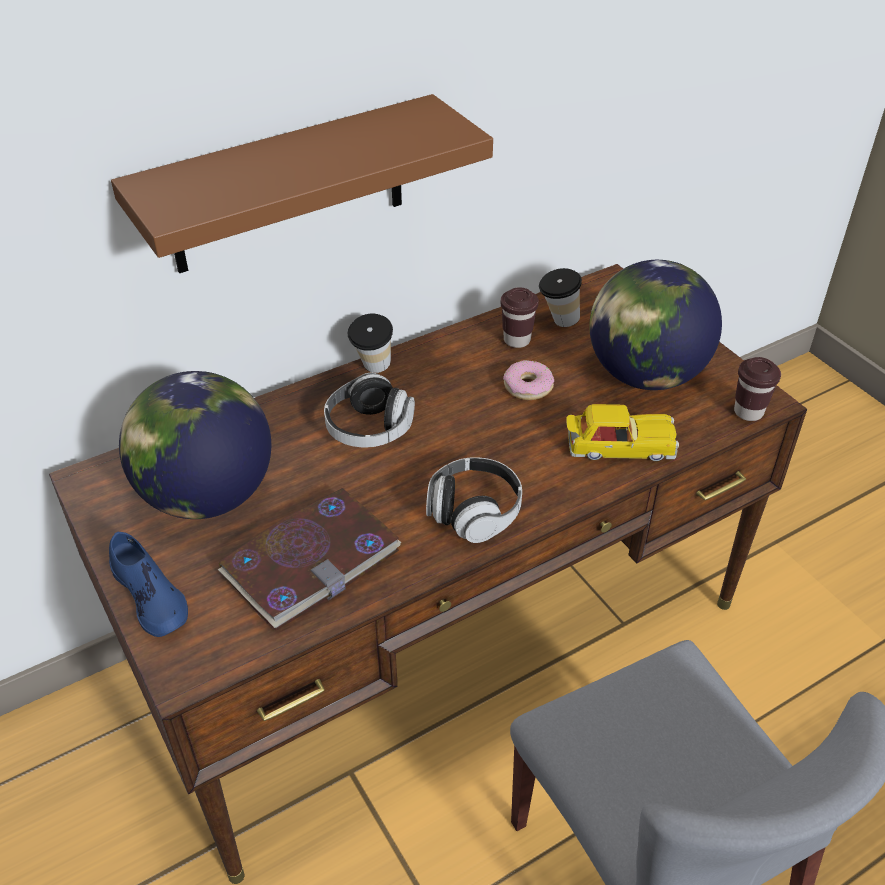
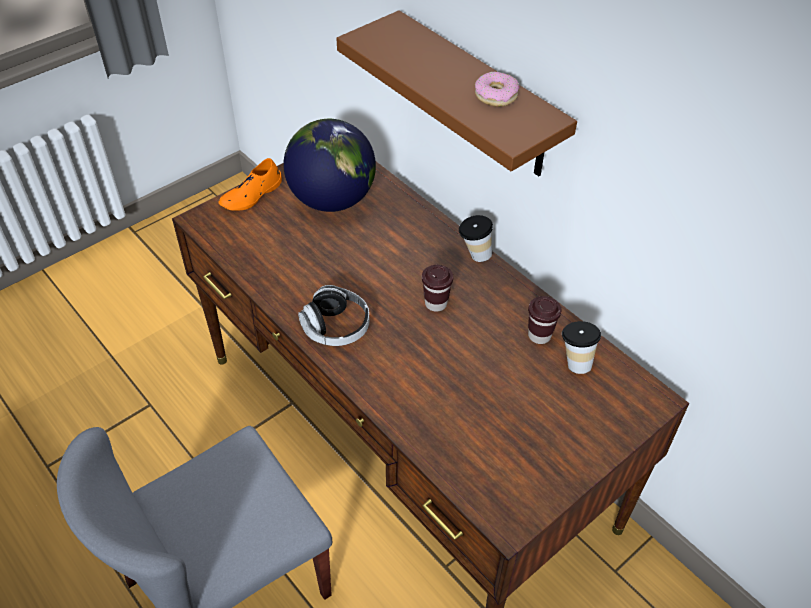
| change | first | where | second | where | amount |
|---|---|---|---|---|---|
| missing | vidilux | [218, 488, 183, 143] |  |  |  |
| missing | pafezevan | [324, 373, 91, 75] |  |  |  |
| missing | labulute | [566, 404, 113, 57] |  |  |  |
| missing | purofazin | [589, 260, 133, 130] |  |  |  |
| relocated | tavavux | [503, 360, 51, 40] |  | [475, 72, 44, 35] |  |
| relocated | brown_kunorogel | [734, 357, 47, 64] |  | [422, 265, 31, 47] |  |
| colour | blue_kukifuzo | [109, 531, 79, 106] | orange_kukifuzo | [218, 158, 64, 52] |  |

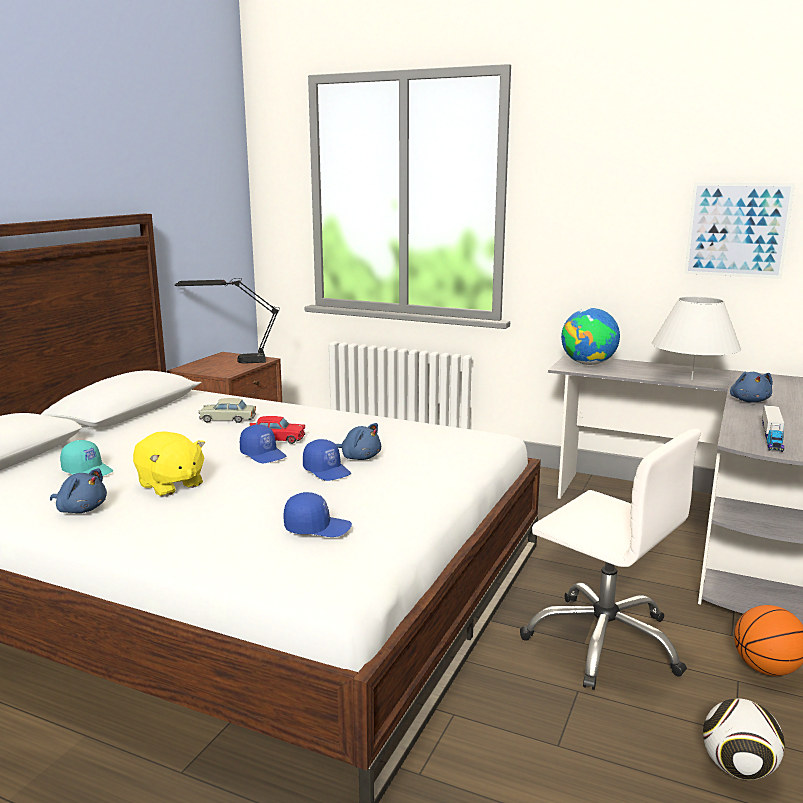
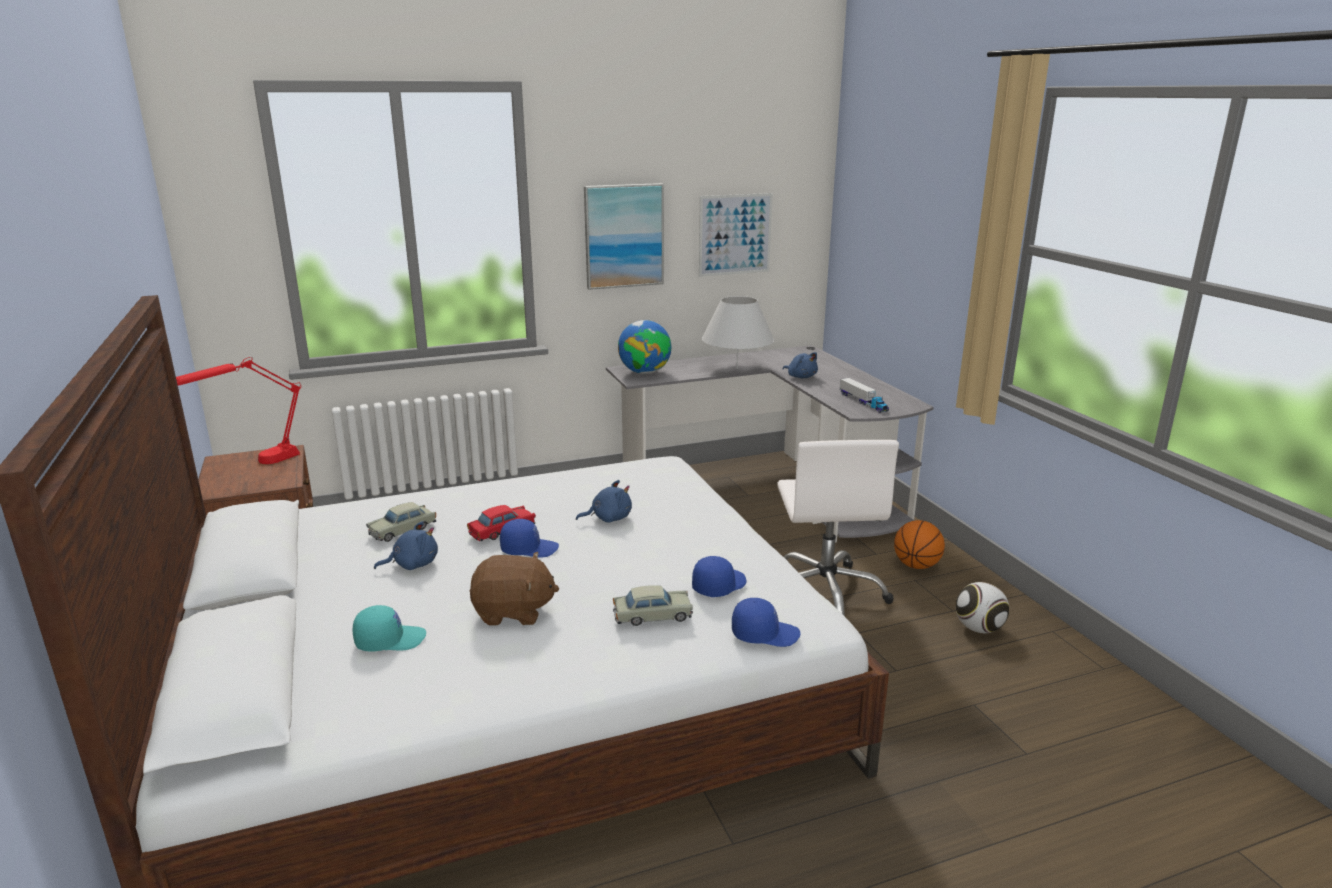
| change | first | where | second | where | amount |
|---|---|---|---|---|---|
| appeared |  |  | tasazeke | [584, 183, 80, 107] |  |
| appeared |  |  | beige_labulute | [613, 585, 80, 41] |  |
| relocated | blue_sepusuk | [50, 468, 57, 45] |  | [374, 521, 64, 49] |  |
| relocated | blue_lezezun | [303, 439, 48, 42] |  | [732, 598, 68, 49] |  |
| colour | yellow_sepusuk | [133, 431, 72, 65] | brown_sepusuk | [470, 552, 90, 74] |  |
| colour | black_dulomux | [175, 278, 105, 85] | red_dulomux | [176, 357, 125, 107] |  |
| spun | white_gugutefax | [520, 428, 181, 262] |  | [777, 440, 122, 176] | 90 degrees clockwise |

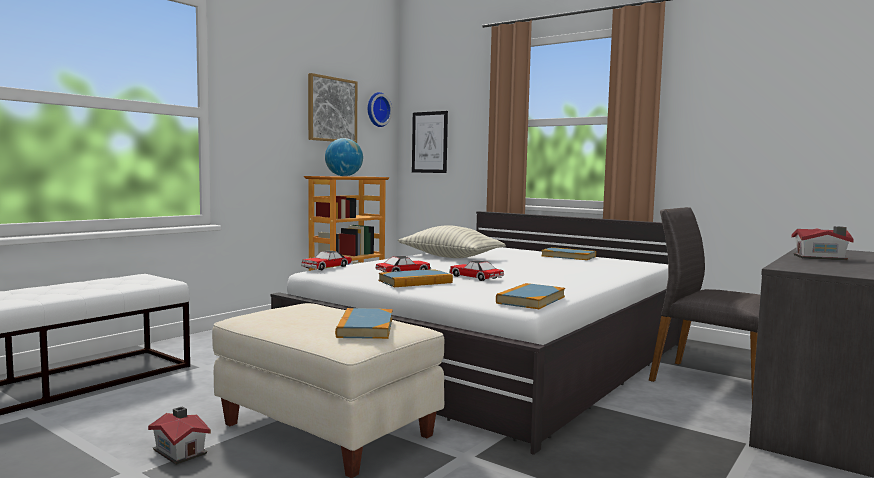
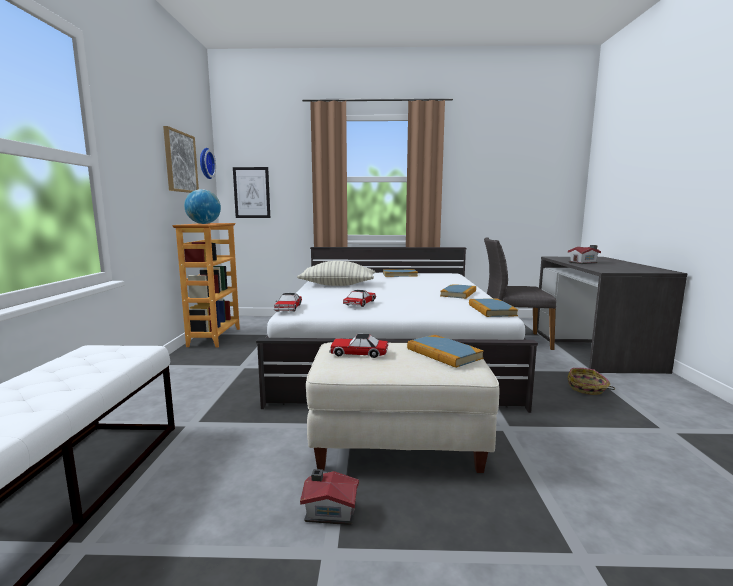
| change | first | where | second | where | amount |
|---|---|---|---|---|---|
| appeared |  |  | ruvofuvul | [567, 368, 48, 27] |  |
| relocated | vidilux | [379, 269, 74, 18] |  | [440, 284, 36, 15] |  |
| relocated | labulute | [449, 260, 55, 21] |  | [329, 334, 59, 24] |  |

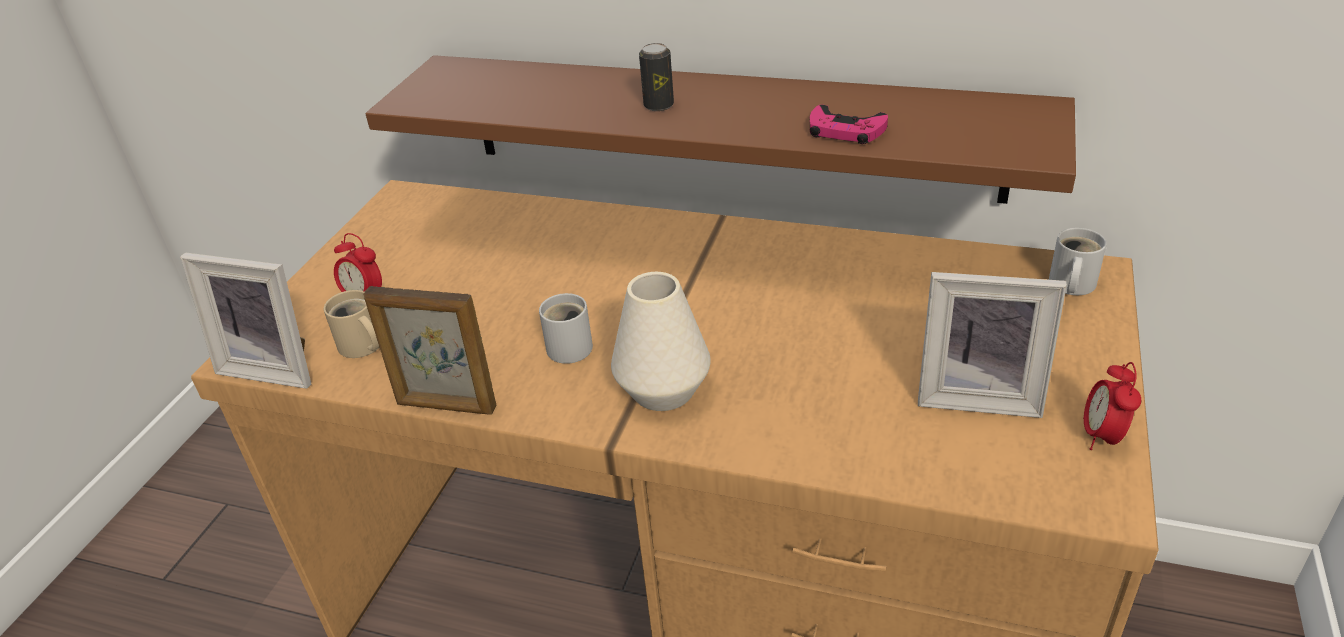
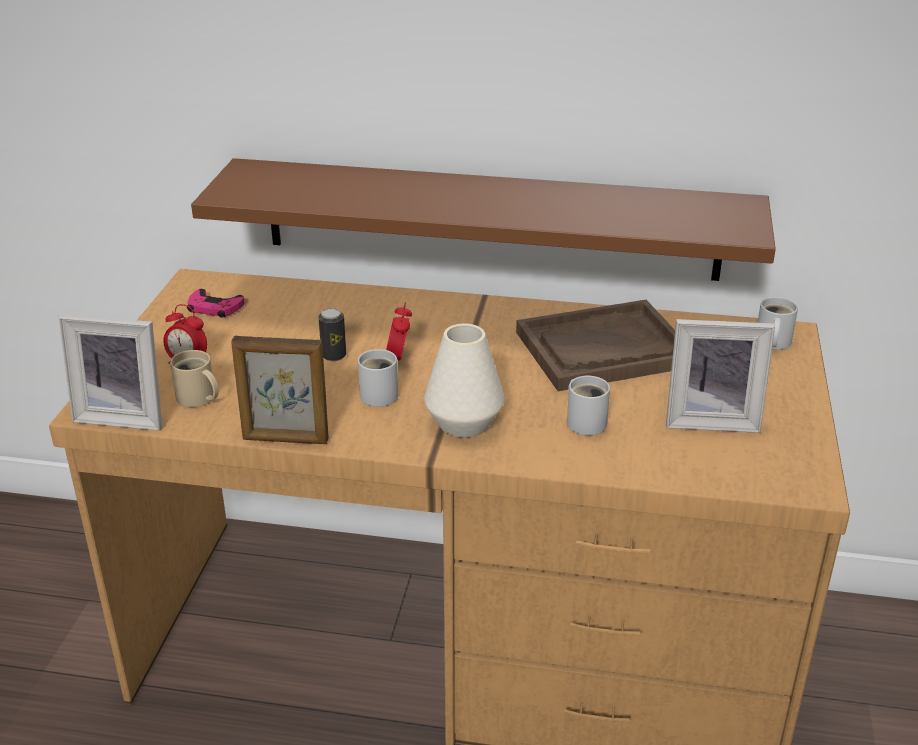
| change | first | where | second | where | amount |
|---|---|---|---|---|---|
| appeared |  |  | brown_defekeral | [516, 300, 159, 91] |  |
| appeared |  |  | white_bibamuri | [567, 376, 43, 59] |  |
| relocated | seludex | [639, 43, 35, 68] |  | [318, 308, 28, 53] |  |
| relocated | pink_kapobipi | [810, 105, 78, 39] |  | [187, 289, 58, 29] |  |
| relocated | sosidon | [1083, 362, 58, 88] |  | [386, 302, 26, 59] |  |

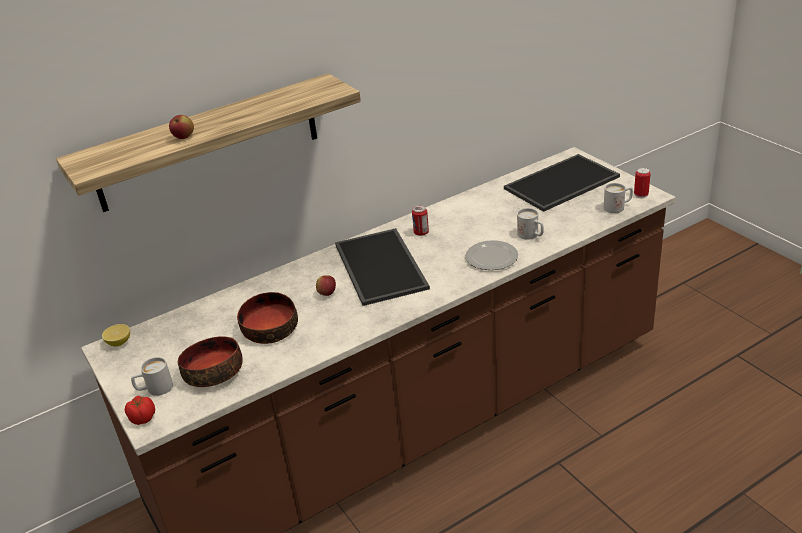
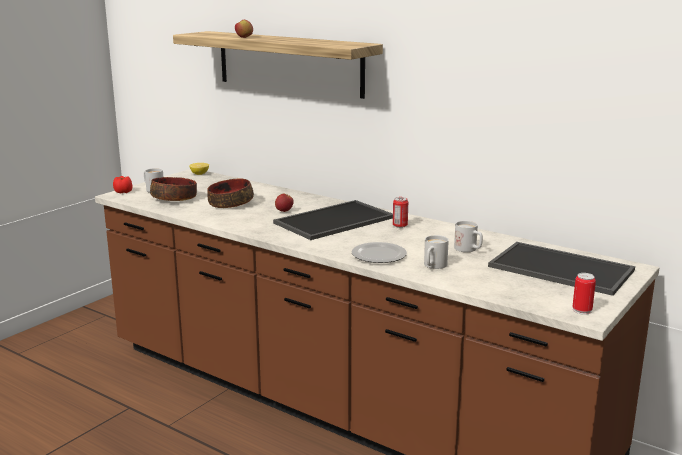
| change | first | where | second | where | amount |
|---|---|---|---|---|---|
| relocated | white_bibamuri | [604, 183, 29, 30] |  | [454, 221, 29, 31] |  |

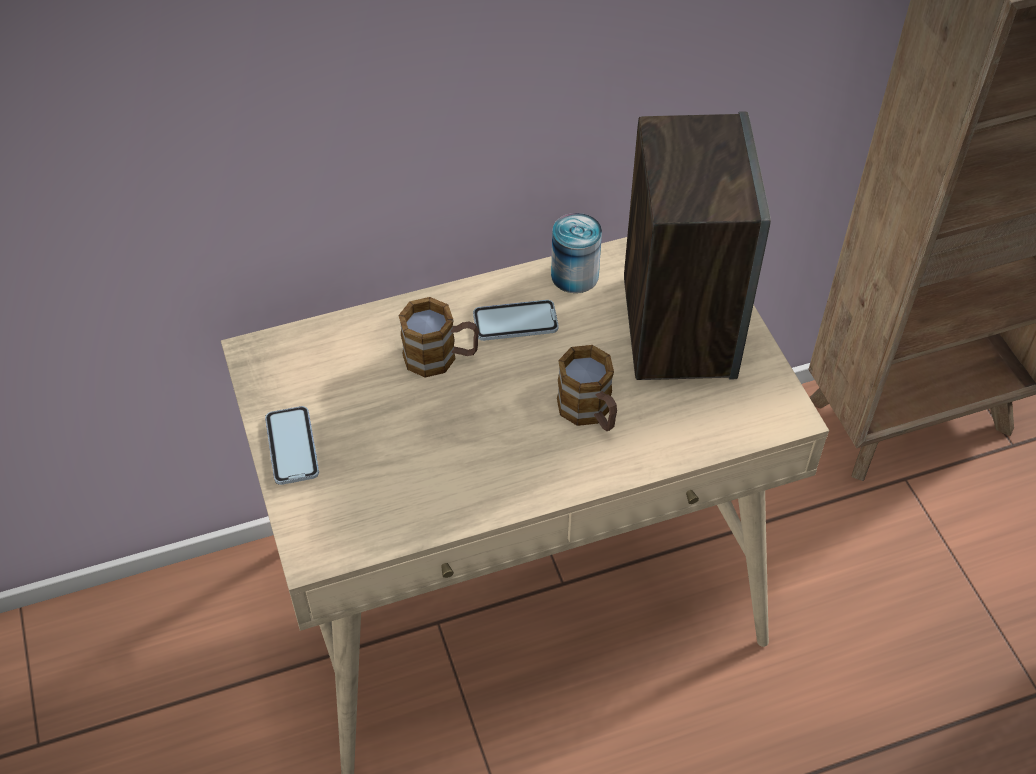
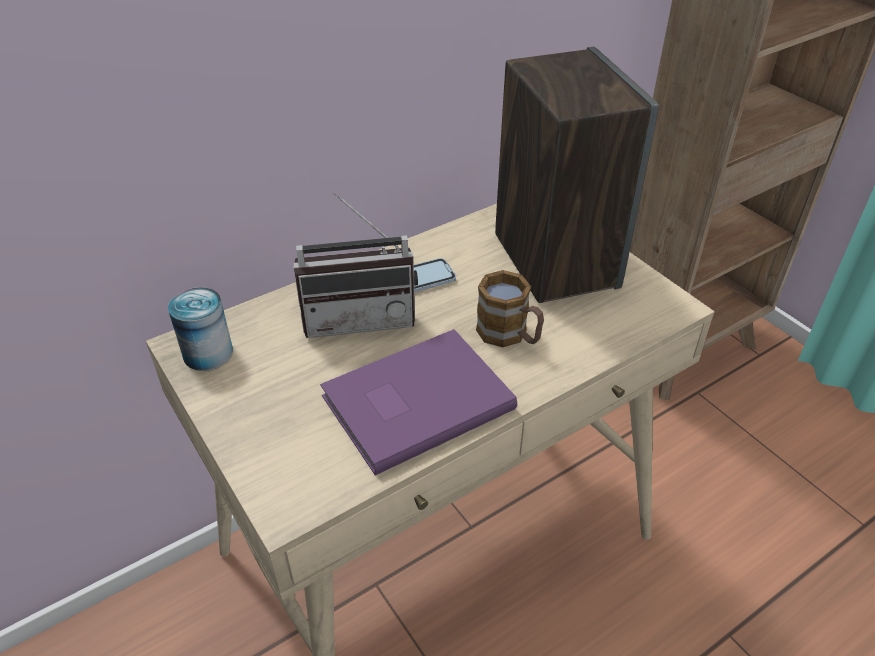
| change | first | where | second | where | amount |
|---|---|---|---|---|---|
| missing | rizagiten | [265, 406, 54, 79] |  |  |  |
| appeared |  |  | purple_vidilux | [320, 329, 197, 146] |  |
| relocated | seludex | [551, 213, 51, 80] |  | [168, 287, 65, 84] |  |
| exchanged | bibamuri | [398, 297, 81, 80] | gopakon | [293, 192, 125, 146] |  |

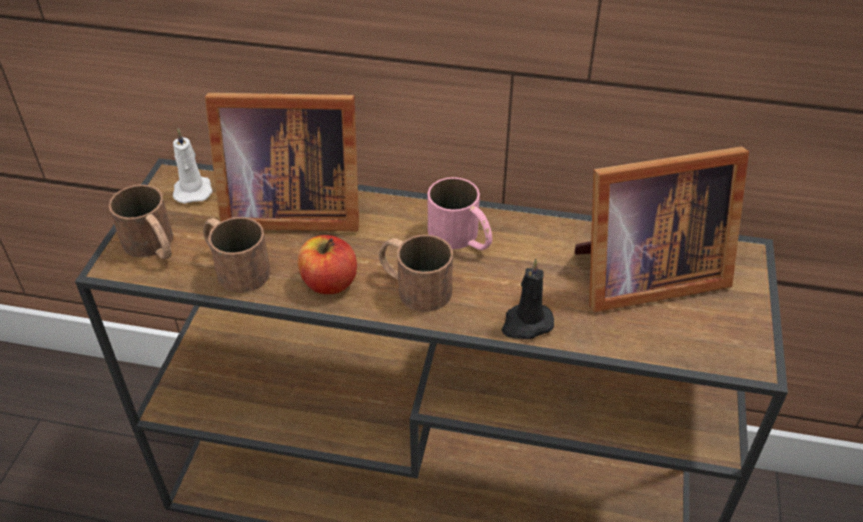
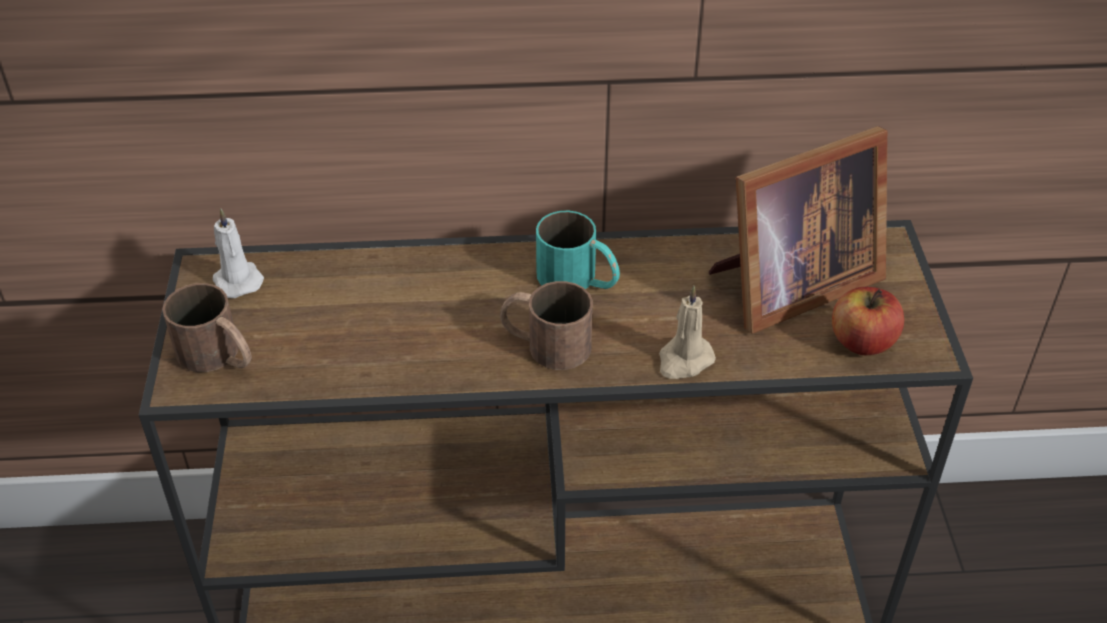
| change | first | where | second | where | amount |
|---|---|---|---|---|---|
| missing | brown_bibamuri | [203, 217, 68, 76] |  |  |  |
| missing | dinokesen | [205, 93, 154, 138] |  |  |  |
| relocated | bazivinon | [298, 235, 59, 59] |  | [832, 287, 72, 68] |  |
| colour | pink_bibamuri | [428, 177, 64, 73] | turquoise_bibamuri | [536, 211, 84, 78] |  |
| colour | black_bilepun | [501, 259, 53, 80] | beige_bilepun | [659, 286, 57, 93] |  |

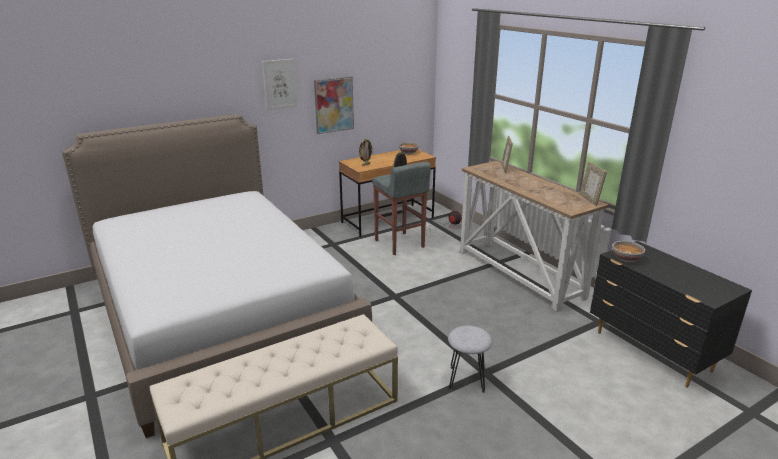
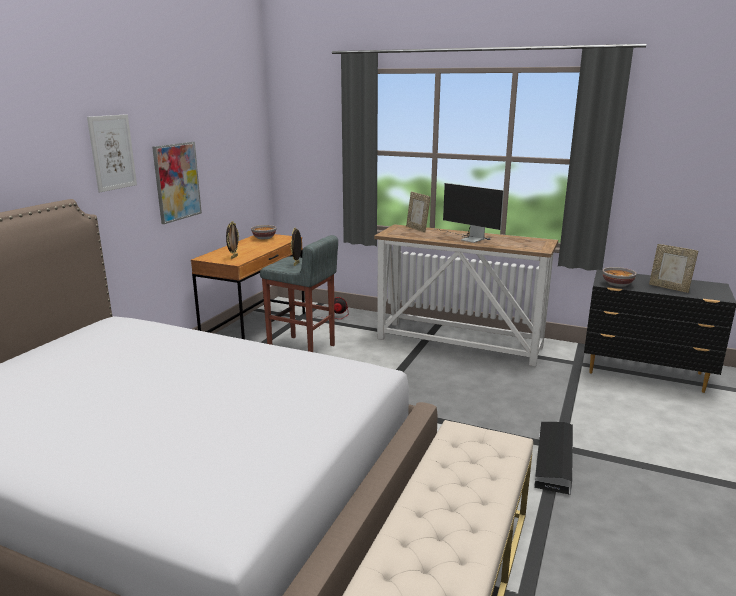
| change | first | where | second | where | amount |
|---|---|---|---|---|---|
| appeared |  |  | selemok | [434, 183, 70, 60] |  |
| relocated | dinokesen | [580, 162, 27, 44] |  | [649, 244, 49, 49] |  |
| exchanged | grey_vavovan | [448, 326, 44, 67] | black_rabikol | [534, 422, 39, 73] |  |

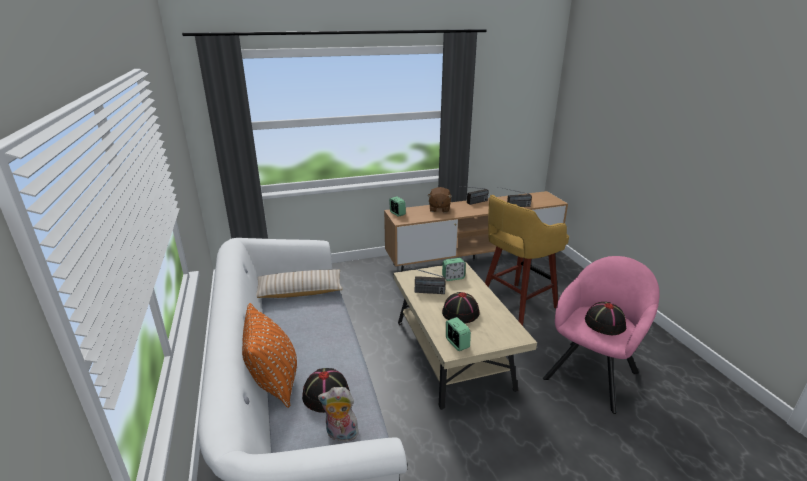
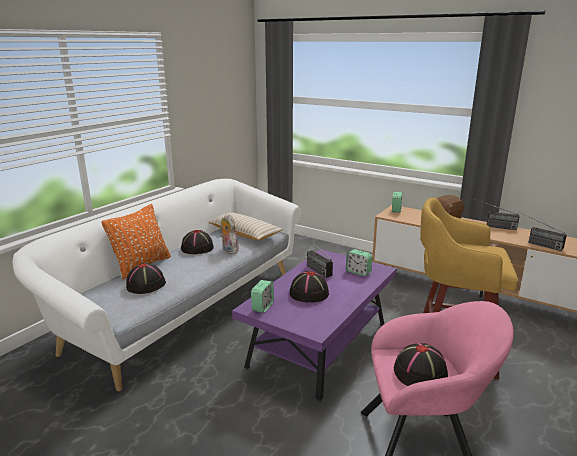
| change | first | where | second | where | amount |
|---|---|---|---|---|---|
| appeared |  |  | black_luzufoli | [181, 230, 33, 24] |  |
| relocated | sepusuk | [318, 387, 41, 55] |  | [220, 213, 19, 41] |  |
| colour | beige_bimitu | [393, 262, 144, 148] | purple_bimitu | [232, 249, 165, 152] |  |

